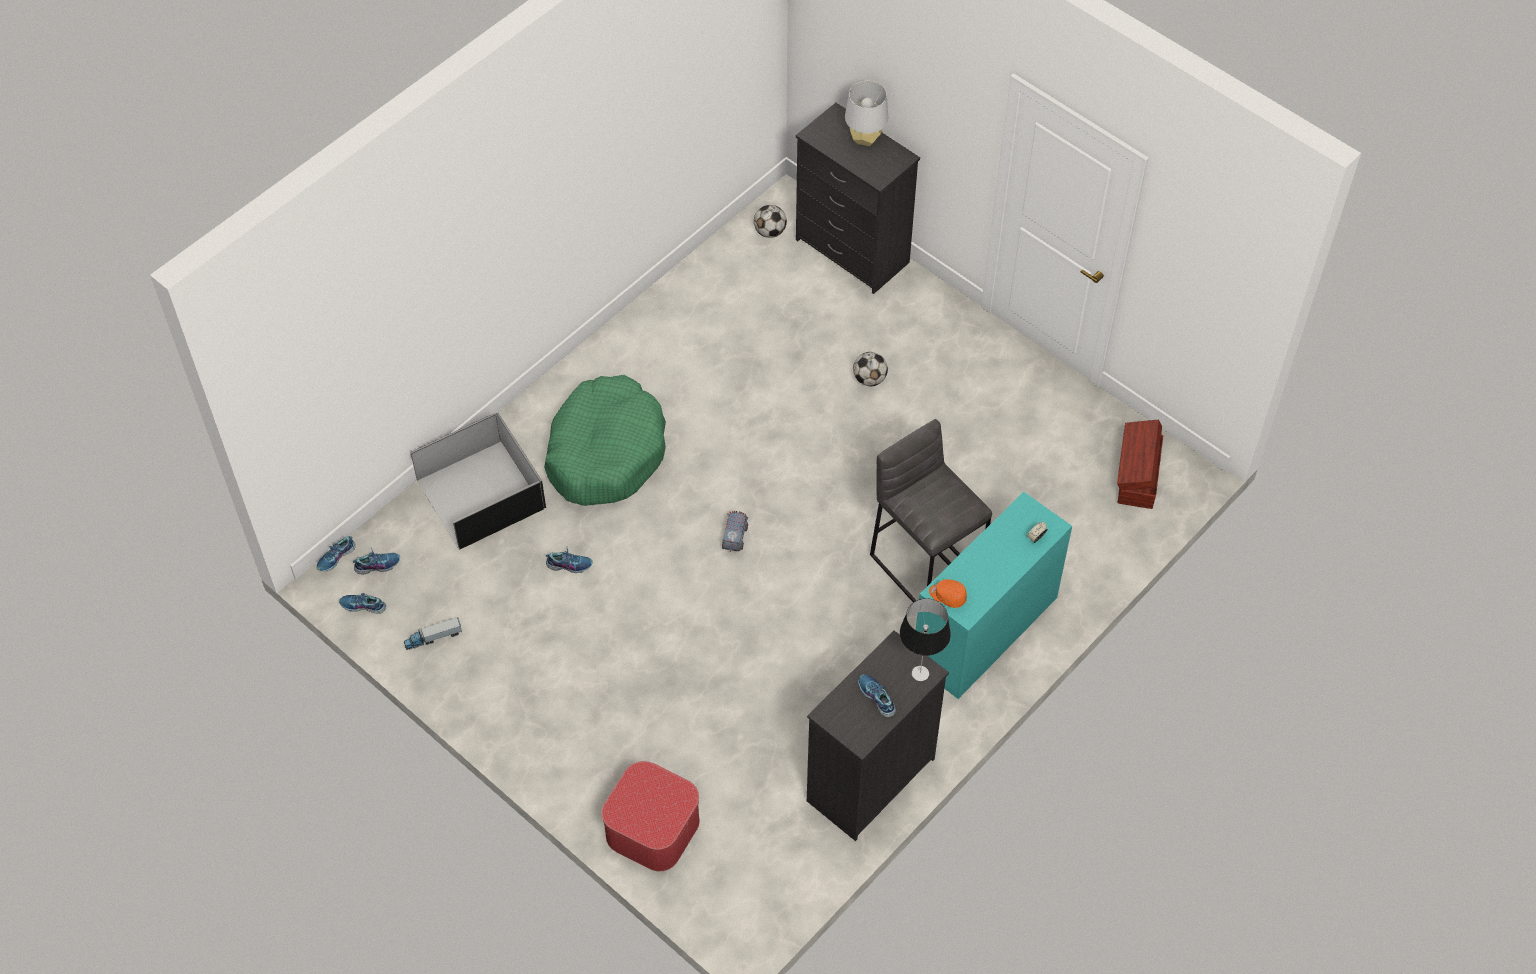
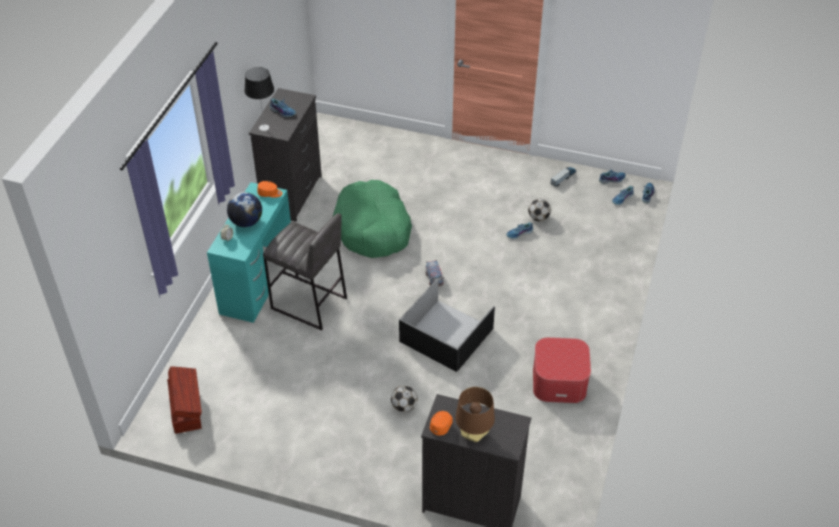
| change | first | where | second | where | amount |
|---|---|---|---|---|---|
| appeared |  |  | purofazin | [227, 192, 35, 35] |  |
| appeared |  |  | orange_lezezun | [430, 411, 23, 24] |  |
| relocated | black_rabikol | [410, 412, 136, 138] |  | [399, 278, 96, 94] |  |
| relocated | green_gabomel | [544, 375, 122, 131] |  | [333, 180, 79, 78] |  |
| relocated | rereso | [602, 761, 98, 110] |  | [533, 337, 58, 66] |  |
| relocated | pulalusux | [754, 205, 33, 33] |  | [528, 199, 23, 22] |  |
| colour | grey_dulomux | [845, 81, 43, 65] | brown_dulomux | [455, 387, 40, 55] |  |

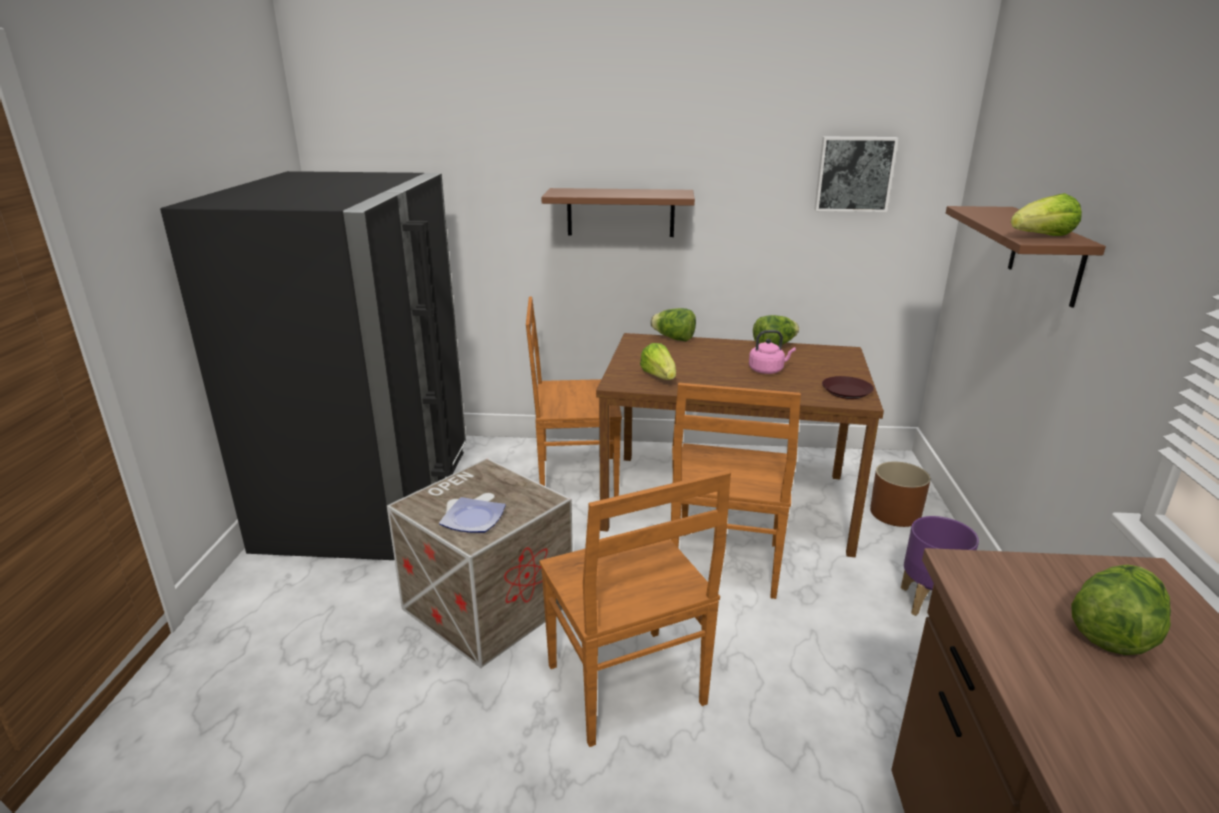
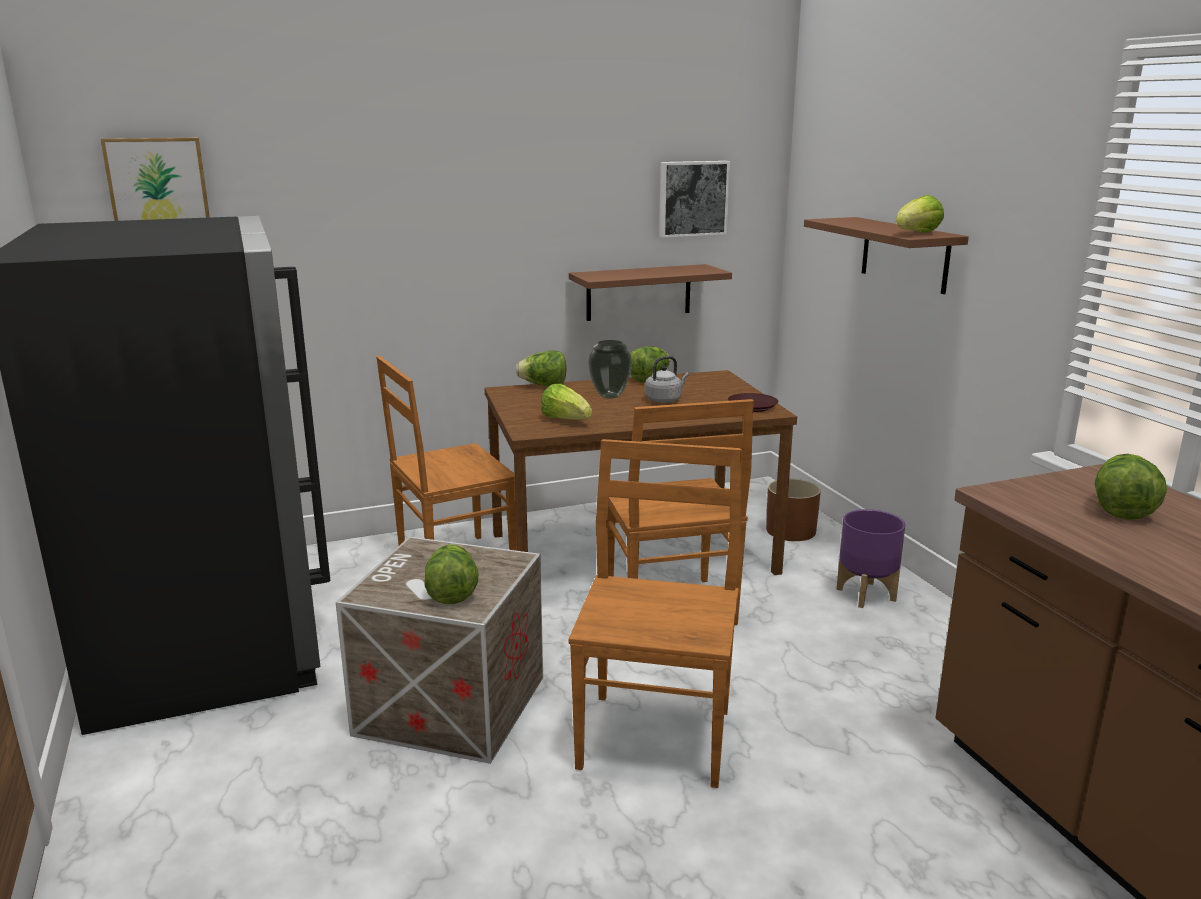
| change | first | where | second | where | amount |
|---|---|---|---|---|---|
| appeared |  |  | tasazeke | [101, 137, 109, 84] |  |
| appeared |  |  | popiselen | [588, 340, 44, 59] |  |
| relocated | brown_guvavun | [541, 188, 154, 49] |  | [569, 264, 163, 57] |  |
| exchanged | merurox | [439, 497, 67, 36] | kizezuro | [425, 544, 53, 60] |  |
| colour | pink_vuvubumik | [749, 330, 47, 44] | grey_vuvubumik | [645, 356, 44, 47] |  |
| spun | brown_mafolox | [539, 470, 192, 277] |  | [568, 439, 174, 349] | 120 degrees counterclockwise |

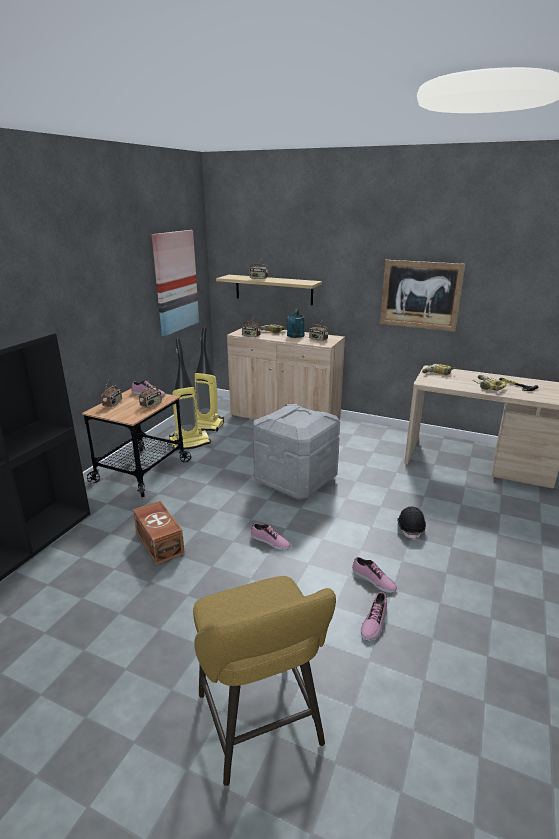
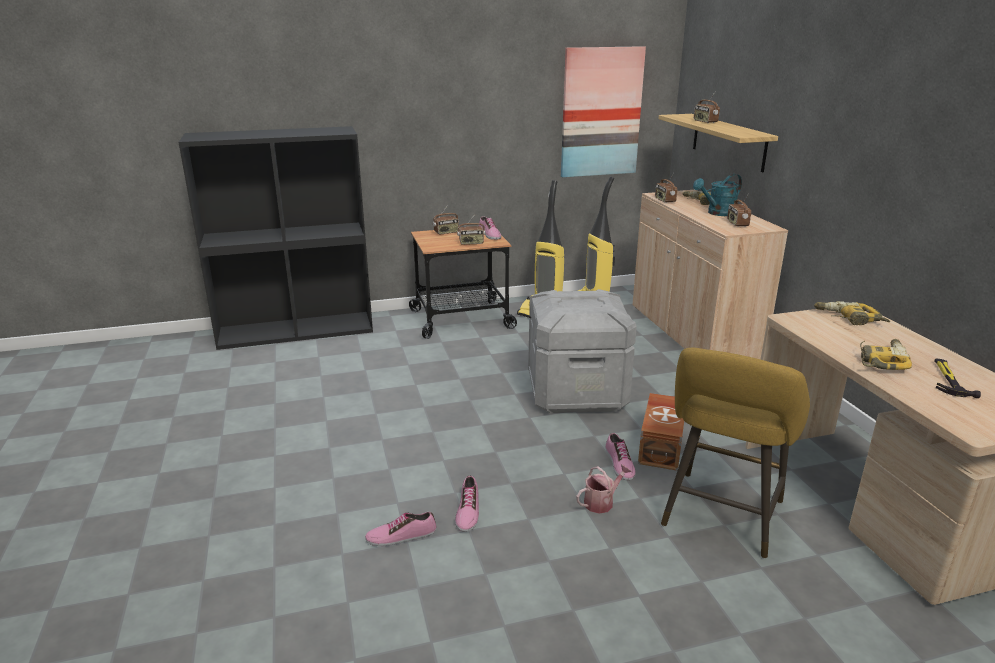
| change | first | where | second | where | amount |
|---|---|---|---|---|---|
| missing | tasazeke | [380, 260, 85, 71] |  |  |  |
| relocated | brown_rabikol | [133, 501, 52, 64] |  | [638, 393, 46, 78] |  |
| relocated | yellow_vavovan | [193, 576, 143, 210] |  | [661, 348, 149, 211] |  |
| relocated | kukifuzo | [251, 523, 40, 27] |  | [605, 433, 31, 48] |  |
| exchanged | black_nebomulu | [397, 507, 29, 33] | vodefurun | [576, 464, 56, 50] |  |

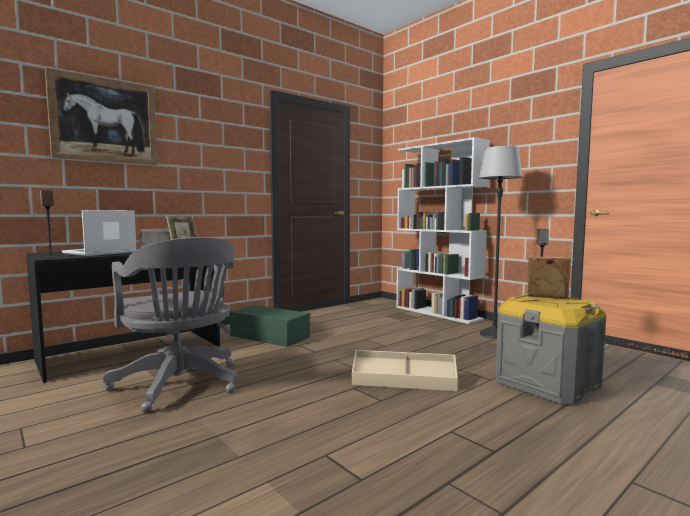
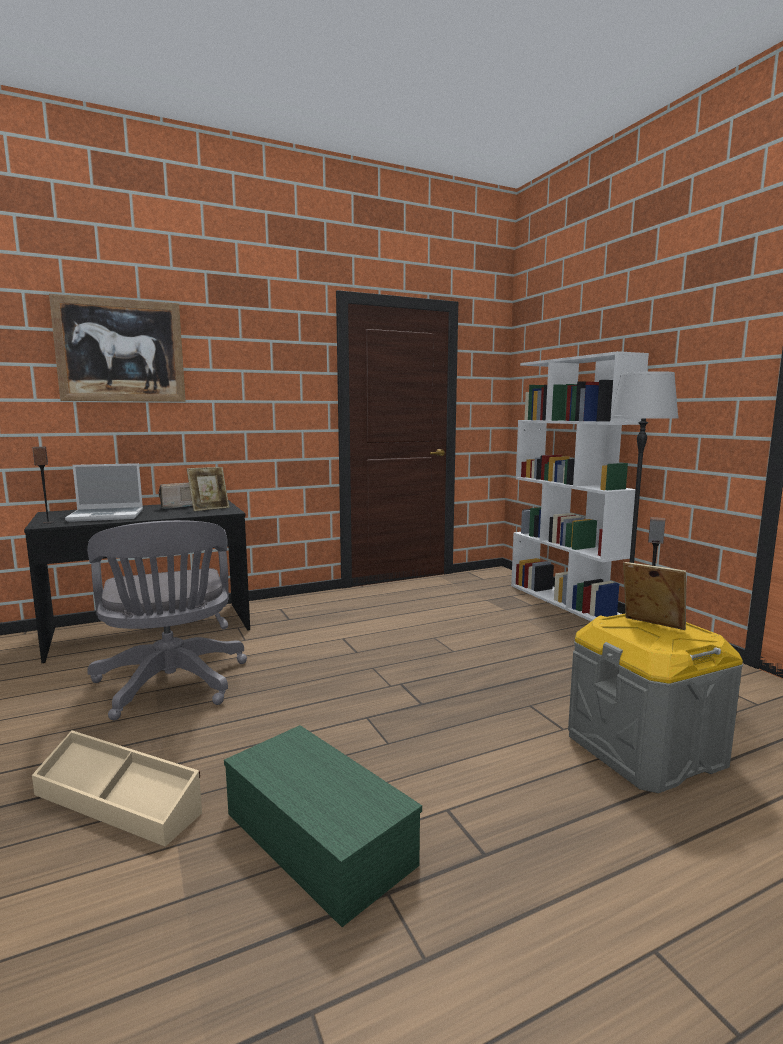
| change | first | where | second | where | amount |
|---|---|---|---|---|---|
| relocated | green_rabikol | [229, 305, 82, 42] |  | [224, 725, 198, 202] |  |
| relocated | beige_rabikol | [352, 350, 106, 41] |  | [32, 730, 170, 117] |  |
| spun | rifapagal | [62, 210, 75, 46] |  | [65, 463, 78, 59] | 150 degrees counterclockwise |

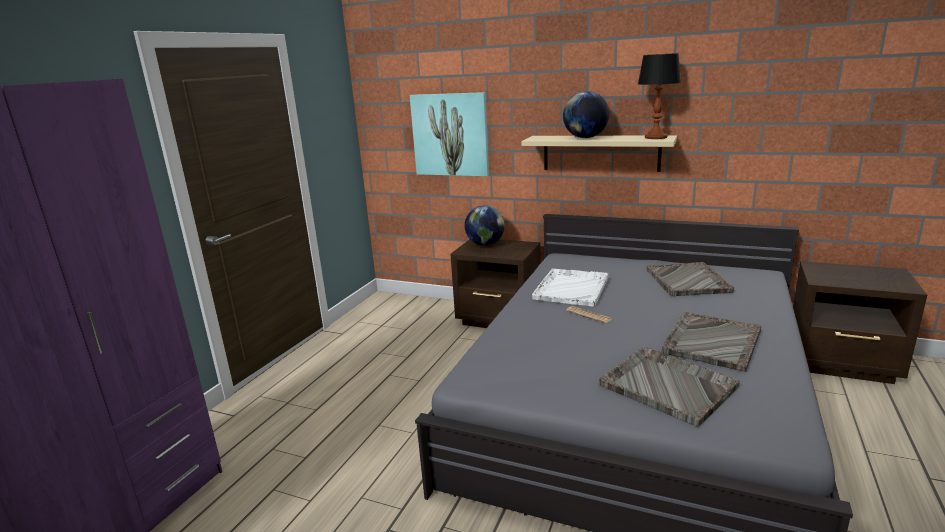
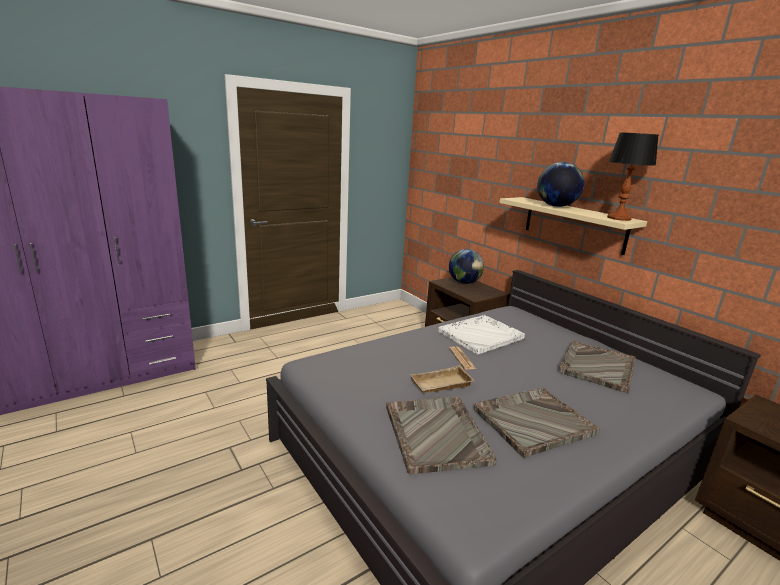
| change | first | where | second | where | amount |
|---|---|---|---|---|---|
| missing | tasazeke | [410, 92, 79, 84] |  |  |  |
| appeared |  |  | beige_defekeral | [410, 365, 65, 28] |  |

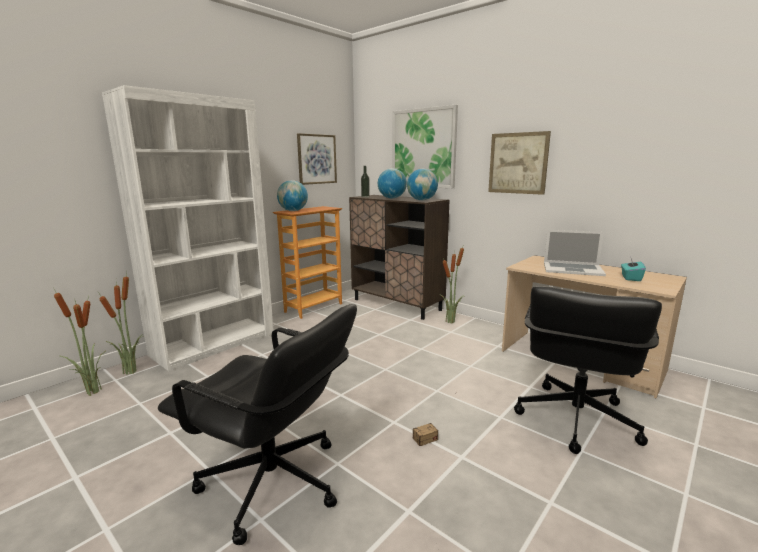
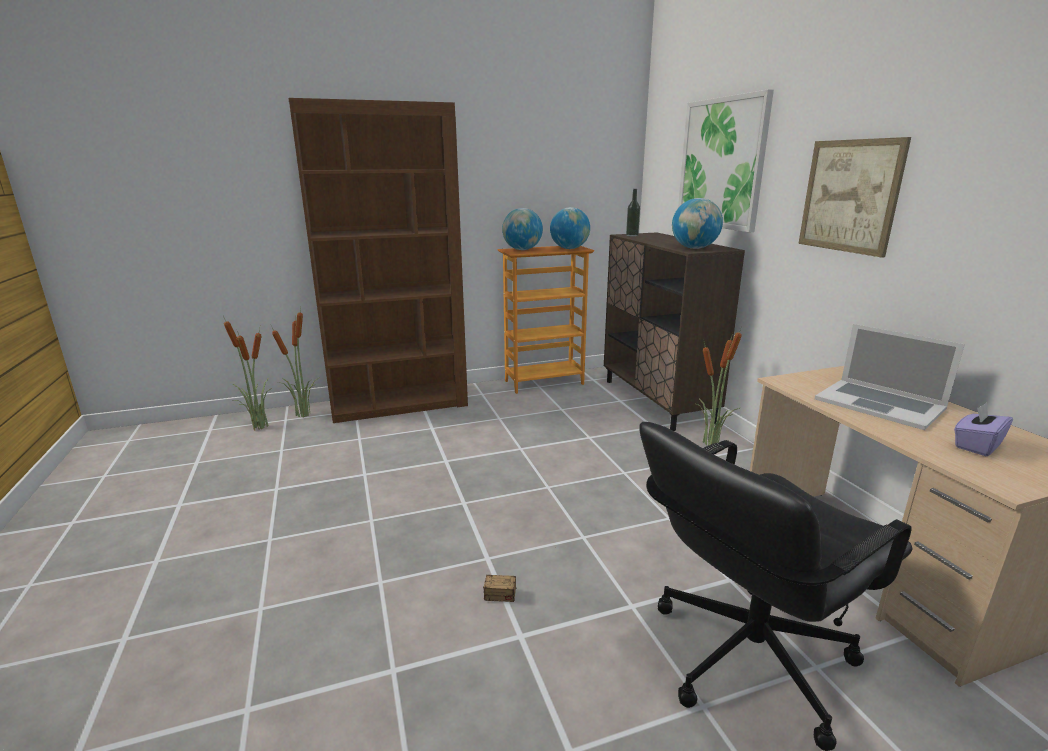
| change | first | where | second | where | amount |
|---|---|---|---|---|---|
| missing | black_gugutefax | [158, 304, 199, 241] |  |  |  |
| missing | tasazeke | [297, 133, 40, 52] |  |  |  |
| relocated | purofazin | [378, 168, 29, 30] |  | [550, 207, 40, 42] |  |
| colour | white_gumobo | [102, 85, 172, 286] | brown_gumobo | [288, 98, 180, 325] |  |
| colour | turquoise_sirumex | [621, 258, 25, 23] | purple_sirumex | [954, 402, 59, 54] |  |

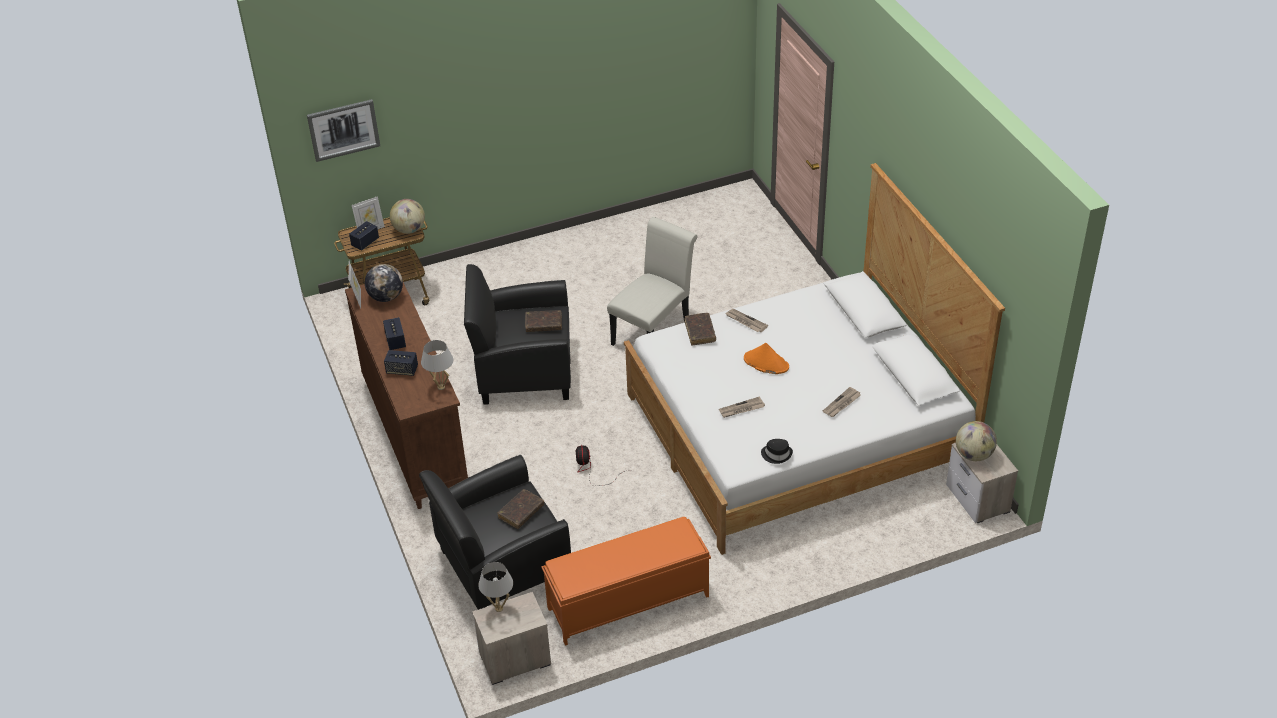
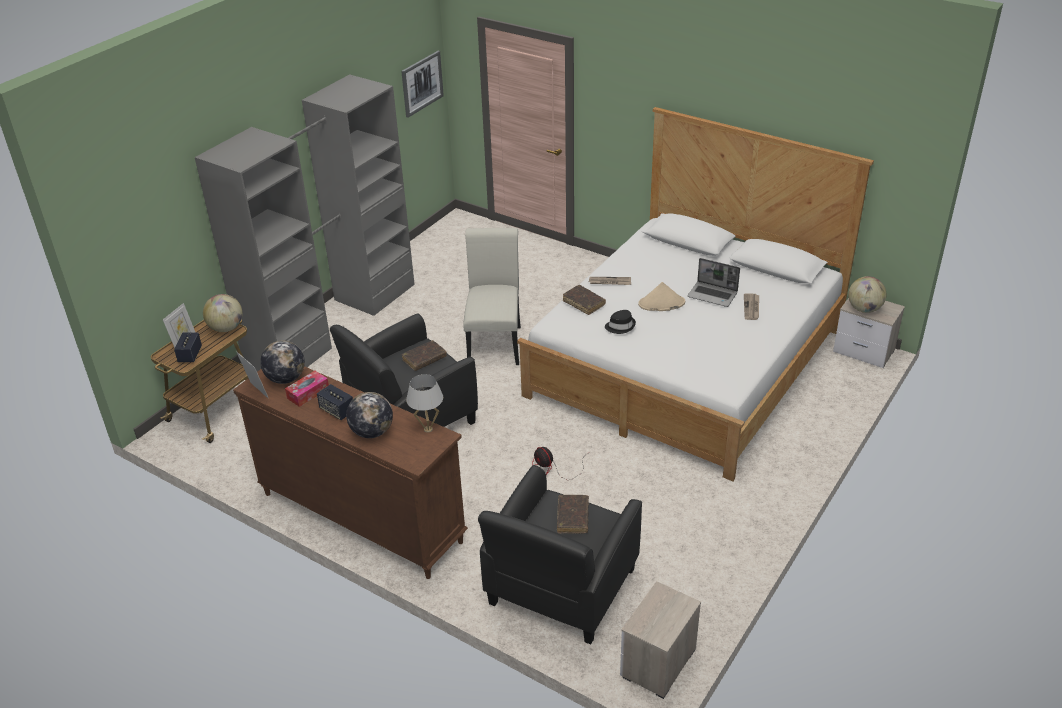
| change | first | where | second | where | amount |
|---|---|---|---|---|---|
| missing | white_dulomux | [478, 562, 35, 50] |  |  |  |
| missing | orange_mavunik | [541, 517, 170, 129] |  |  |  |
| missing | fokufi | [719, 396, 46, 22] |  |  |  |
| appeared |  |  | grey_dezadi | [195, 74, 220, 298] |  |
| appeared |  |  | sirumex | [285, 371, 44, 36] |  |
| appeared |  |  | rifapagal | [687, 258, 53, 49] |  |
| relocated | tasazeke | [307, 99, 73, 63] |  | [401, 51, 43, 66] |  |
| relocated | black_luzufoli | [761, 439, 32, 25] |  | [605, 310, 31, 24] |  |
| exchanged | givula | [384, 350, 34, 26] | purofazin | [346, 392, 47, 46] |  |
| colour | orange_luzufoli | [744, 343, 45, 31] | beige_luzufoli | [638, 282, 47, 29] |  |

